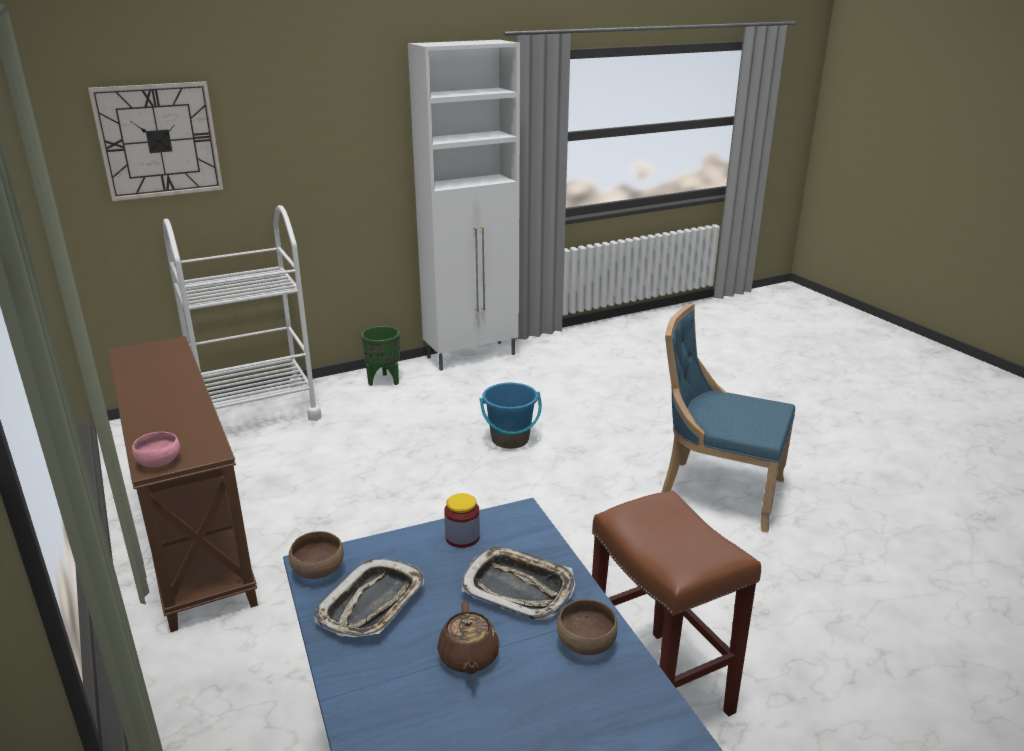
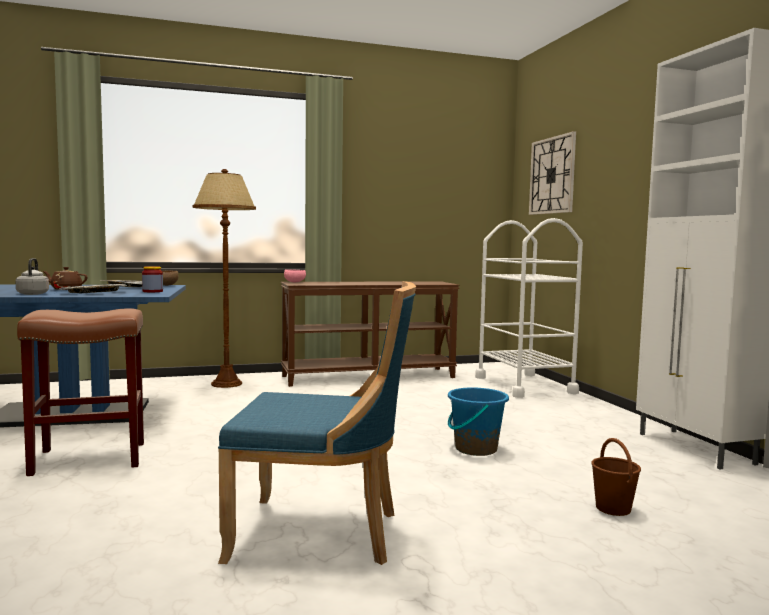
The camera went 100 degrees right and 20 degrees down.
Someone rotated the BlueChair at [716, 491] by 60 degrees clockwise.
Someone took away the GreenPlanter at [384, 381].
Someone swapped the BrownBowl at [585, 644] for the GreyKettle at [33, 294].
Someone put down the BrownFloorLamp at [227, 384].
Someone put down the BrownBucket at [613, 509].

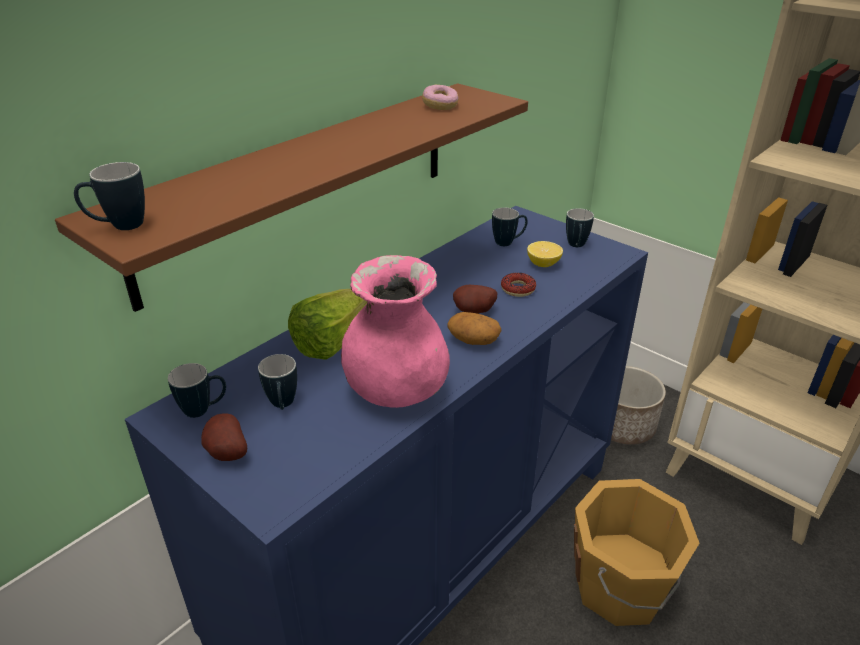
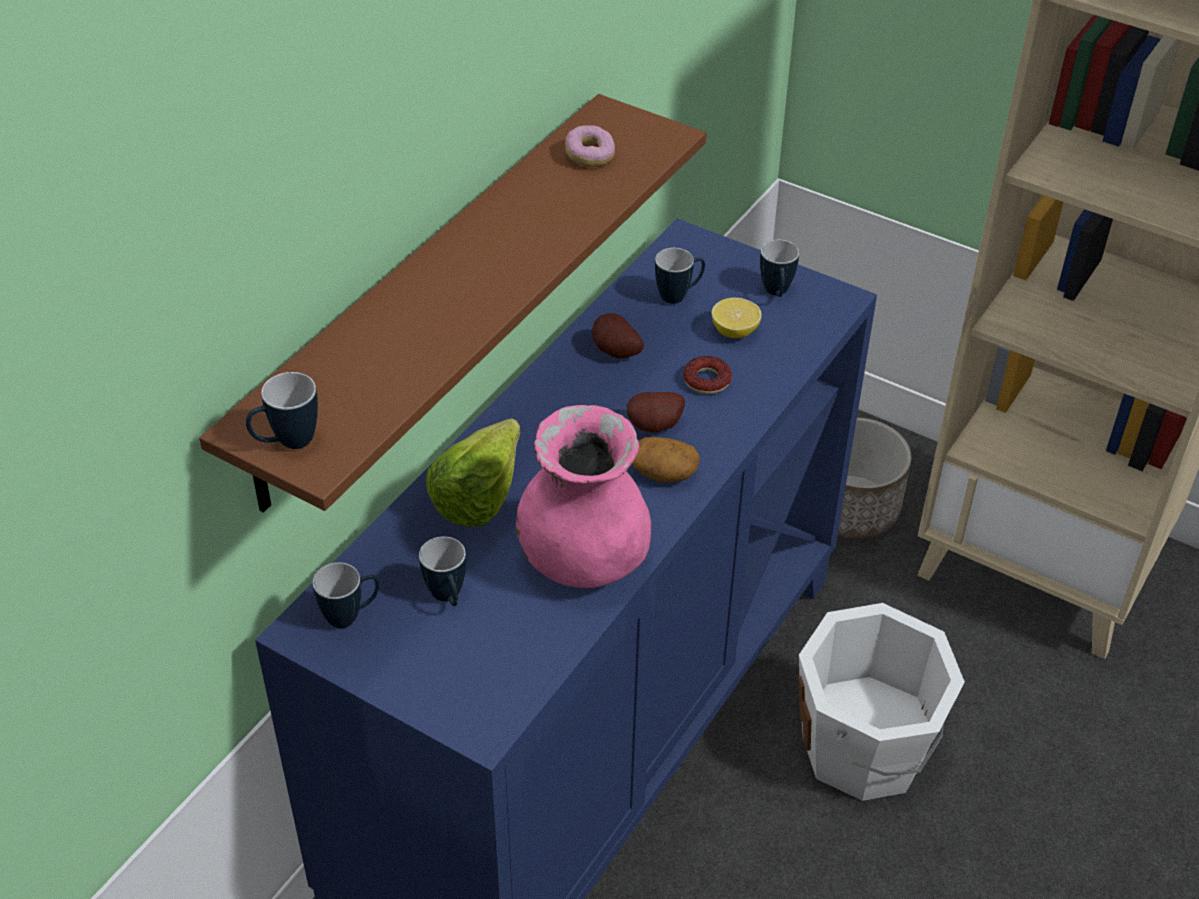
The camera went 10 degrees left and 10 degrees up.
Someone carried the Potato from [225, 453] to [614, 353].
Someone repainted the OrangeBucket at [621, 587], which became the WhiteBucket at [866, 750].

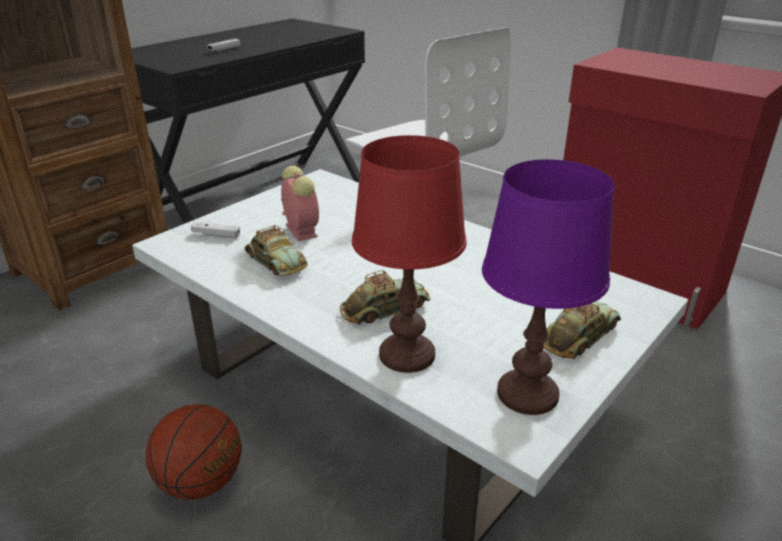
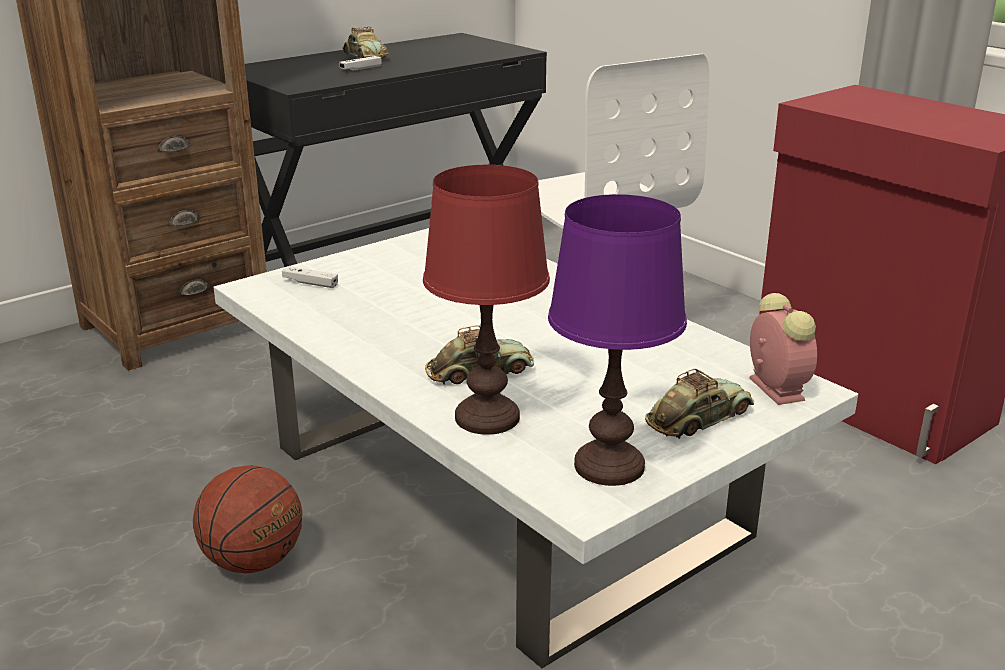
The camera went 10 degrees right and 5 degrees down.
Someone carried the AlarmClock from [300, 230] to [774, 388].
Someone carried the ToyCar from [275, 261] to [365, 56].

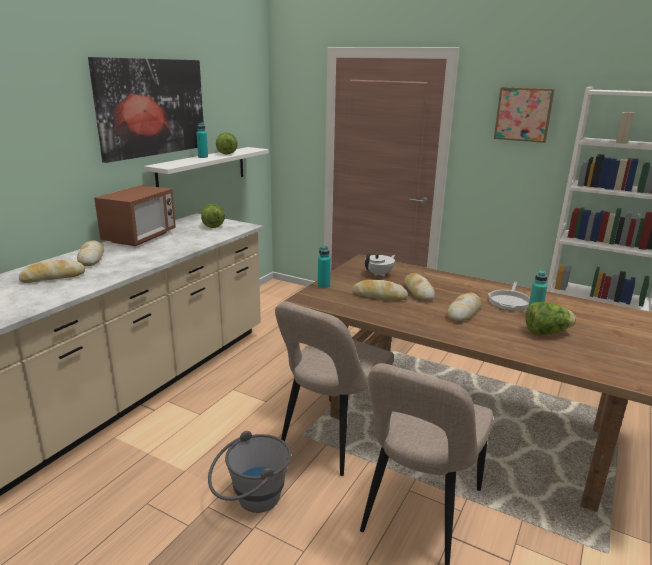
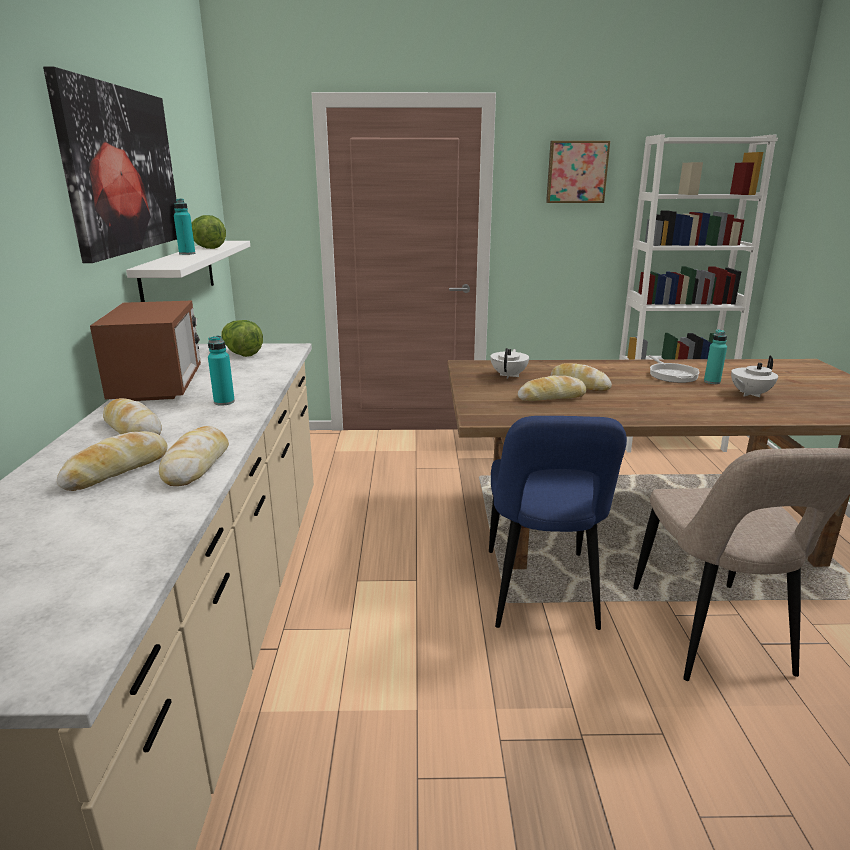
The camera went 30 degrees left and 0 degrees up.
Someone carried the TurquoiseBottle from [323, 286] to [224, 402].
Someone carried the Bread from [464, 312] to [197, 465].
Someone repainted the BeigeChair at [332, 438], which became the BlueChair at [541, 593].
Someone swapped the Lettuce at [546, 332] for the WhiteTeapot at [749, 394].
Someone took away the GreyBucket at [250, 500].

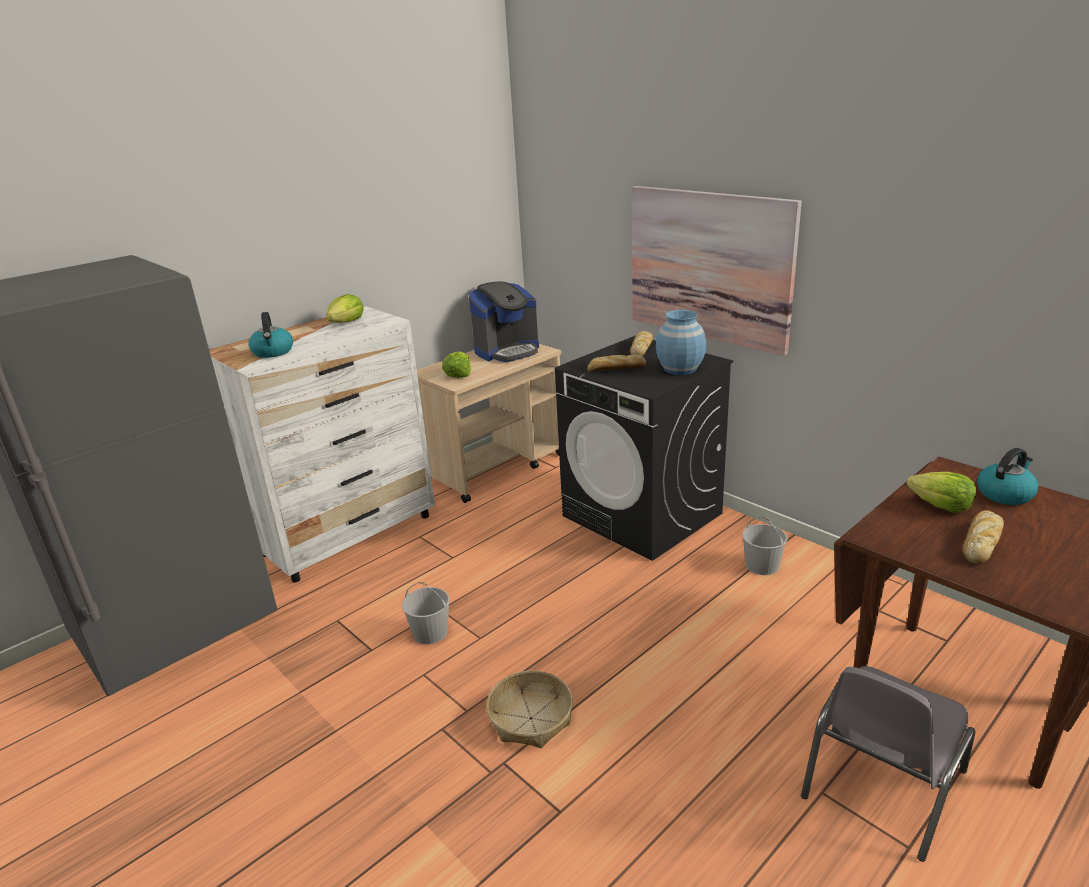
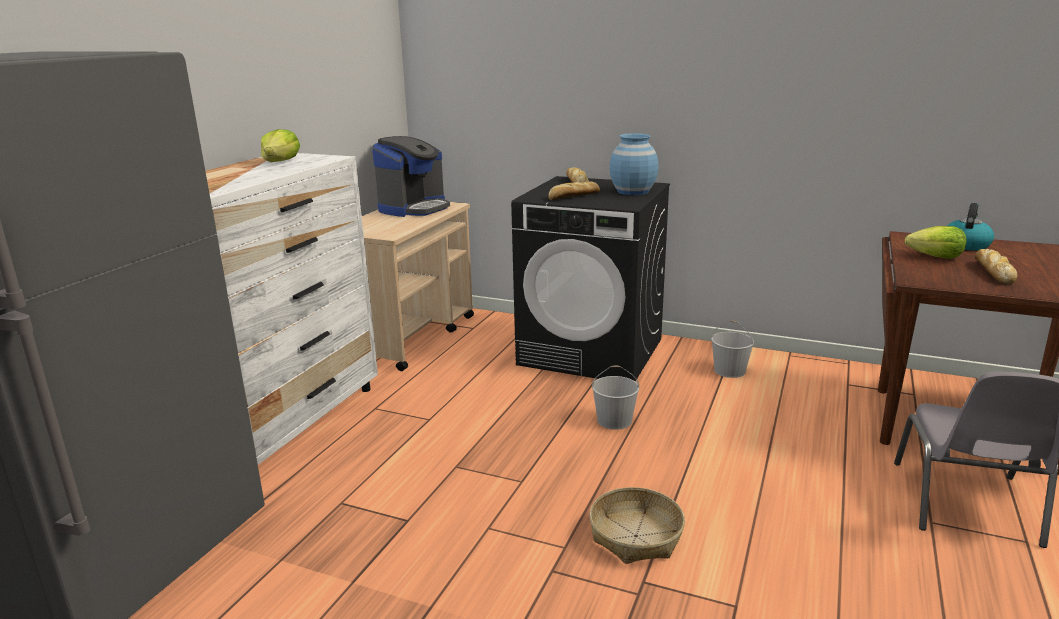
The camera went 25 degrees left and 5 degrees down.
Someone took away the Picture at [708, 266].
Someone took away the Kettle at [273, 352].
Someone took away the Lettuce at [458, 374].
Someone carried the WhiteBucket from [429, 632] to [614, 420].

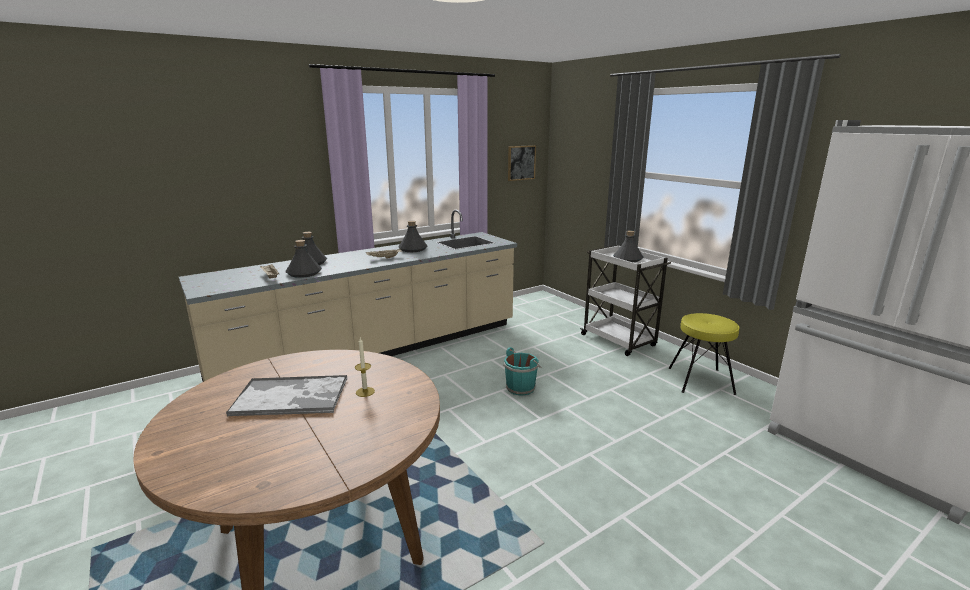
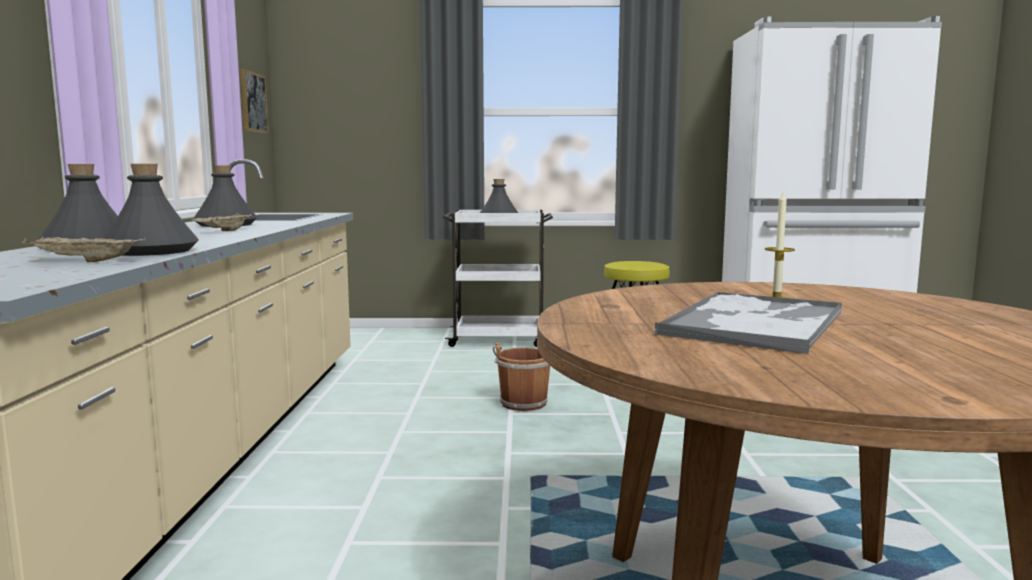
The camera went 55 degrees left and 10 degrees down.
Someone repainted the TurquoiseBucket at [521, 387], which became the BrownBucket at [522, 402].

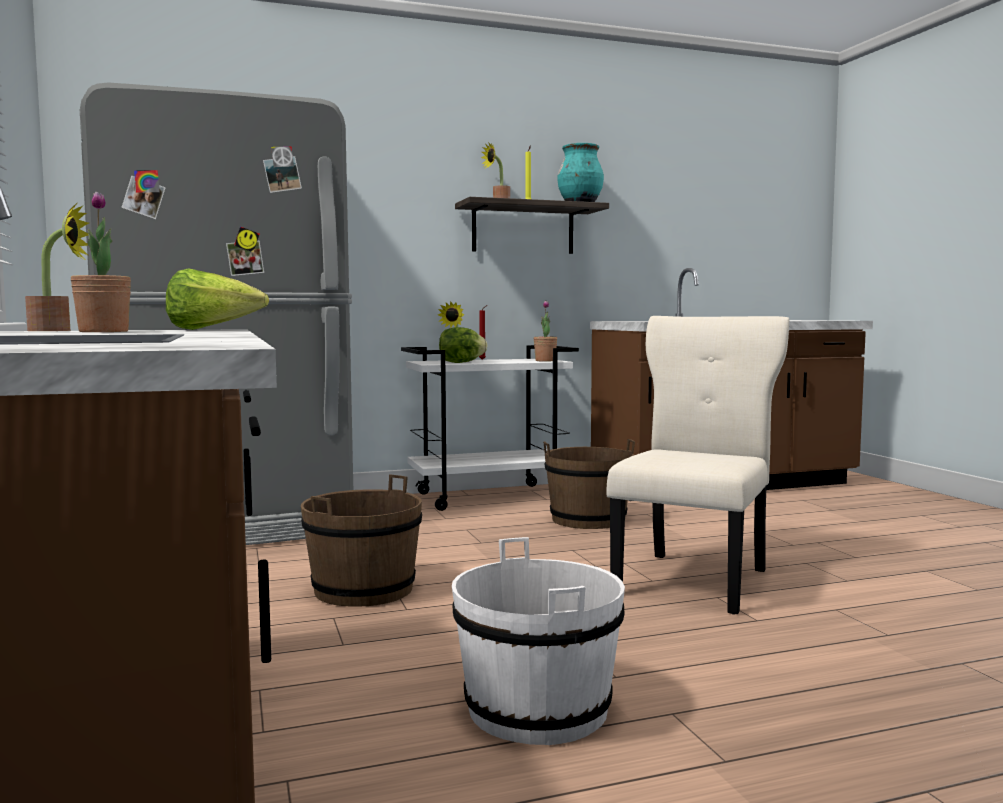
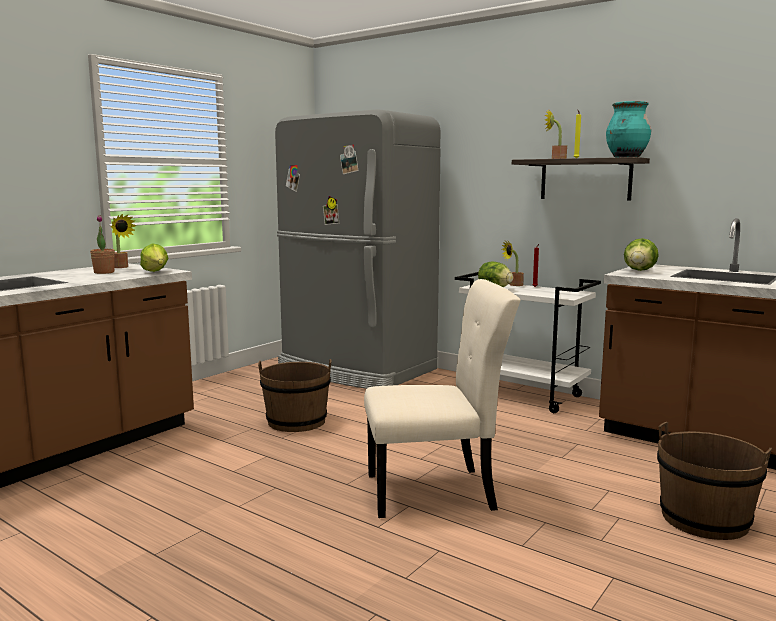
The camera went 55 degrees right and 5 degrees up.
Someone took away the PottedPlant at [545, 361].
Someone carried the BrownBucket from [588, 520] to [704, 519].
Someone took away the WhiteBucket at [537, 709].
Someone put down the Lettuce at [639, 270].

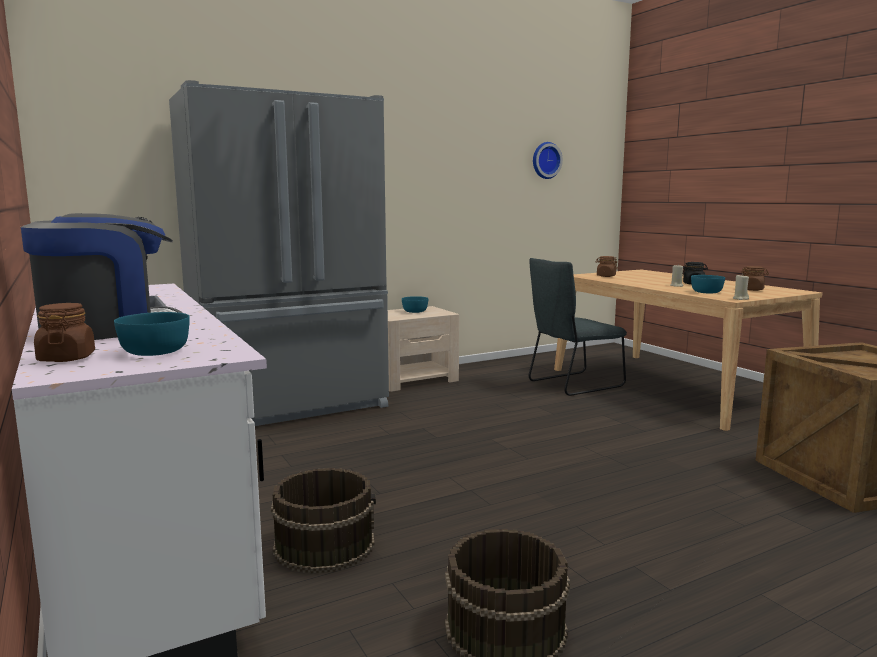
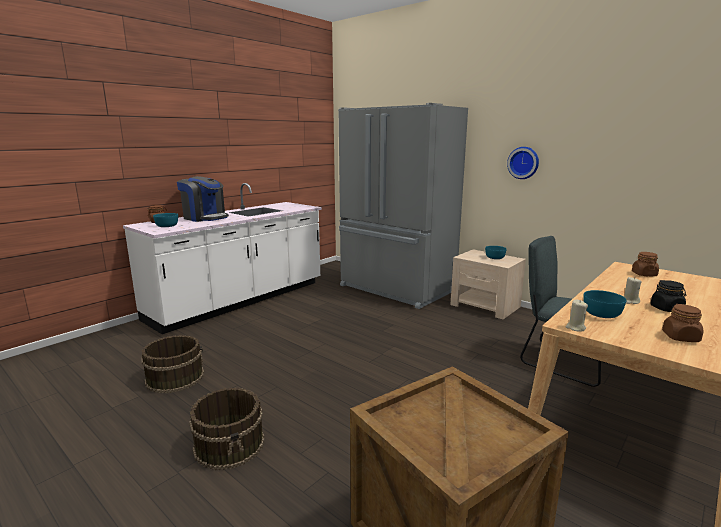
The camera went 70 degrees right and 5 degrees up.
Someone carried the WallClock from [545, 160] to [523, 162].
Someone carried the BrownBucket from [324, 545] to [230, 444].

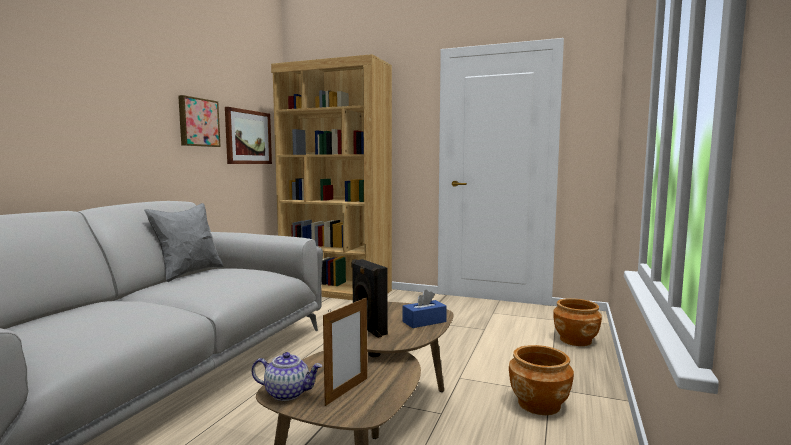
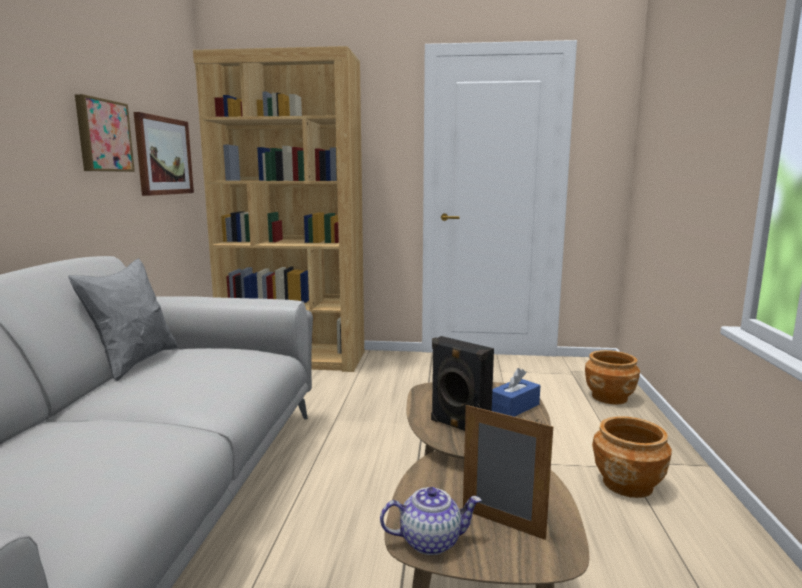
The camera went 15 degrees left and 5 degrees up.
Someone rotated the PictureFrame at [347, 391] by 75 degrees counterclockwise.

